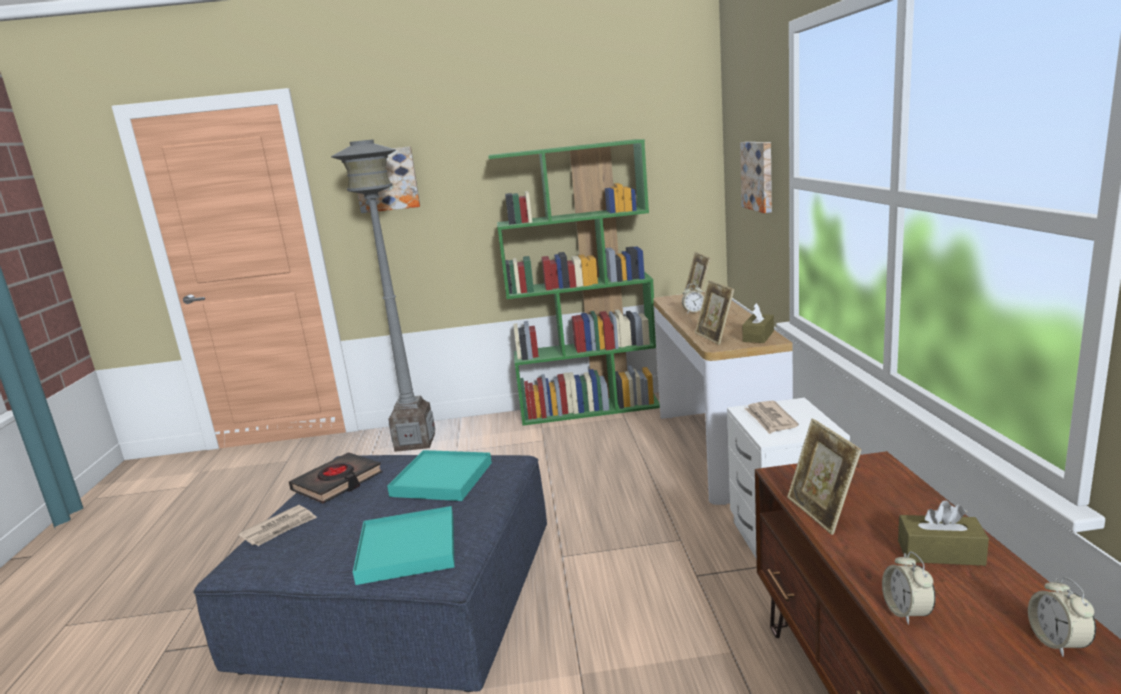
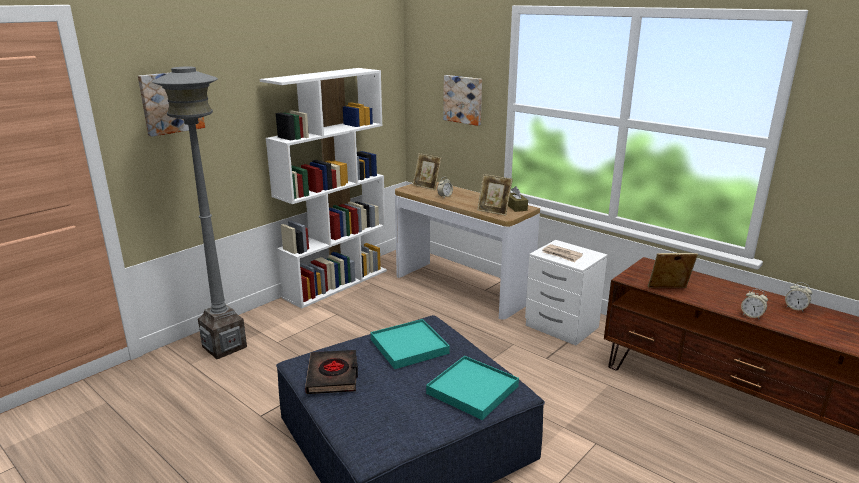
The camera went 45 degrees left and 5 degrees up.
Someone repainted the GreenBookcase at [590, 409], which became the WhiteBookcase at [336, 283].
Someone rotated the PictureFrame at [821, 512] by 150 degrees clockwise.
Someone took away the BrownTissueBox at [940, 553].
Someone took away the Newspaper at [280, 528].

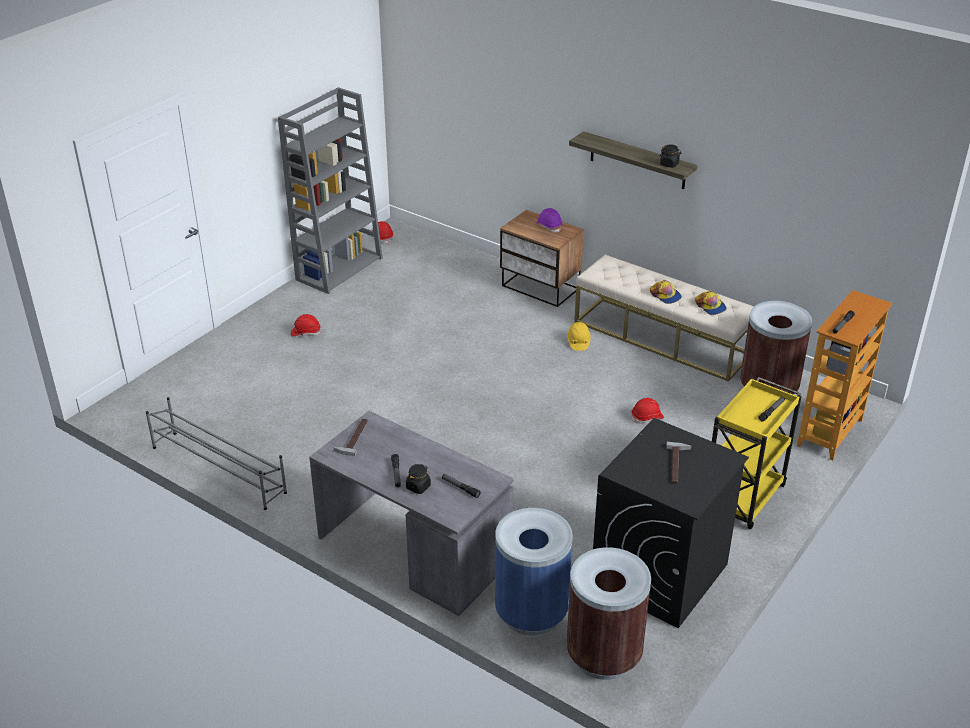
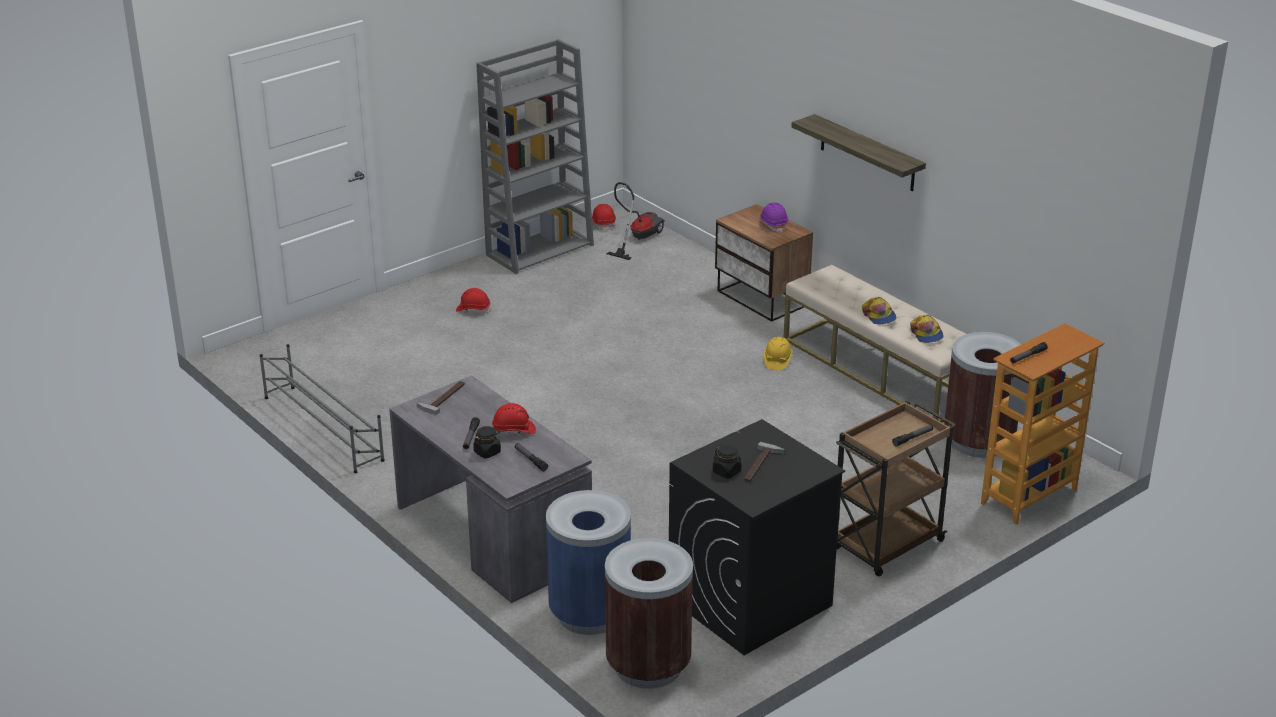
The camera went 15 degrees right and 5 degrees down.
Someone carried the BlackJar from [669, 164] to [727, 472].
Someone repainted the YellowCart at [743, 499], which became the BrownCart at [886, 546].
Someone carried the RedHardHat from [647, 417] to [514, 430].
Someone put down the VacuumCleaner at [637, 238].

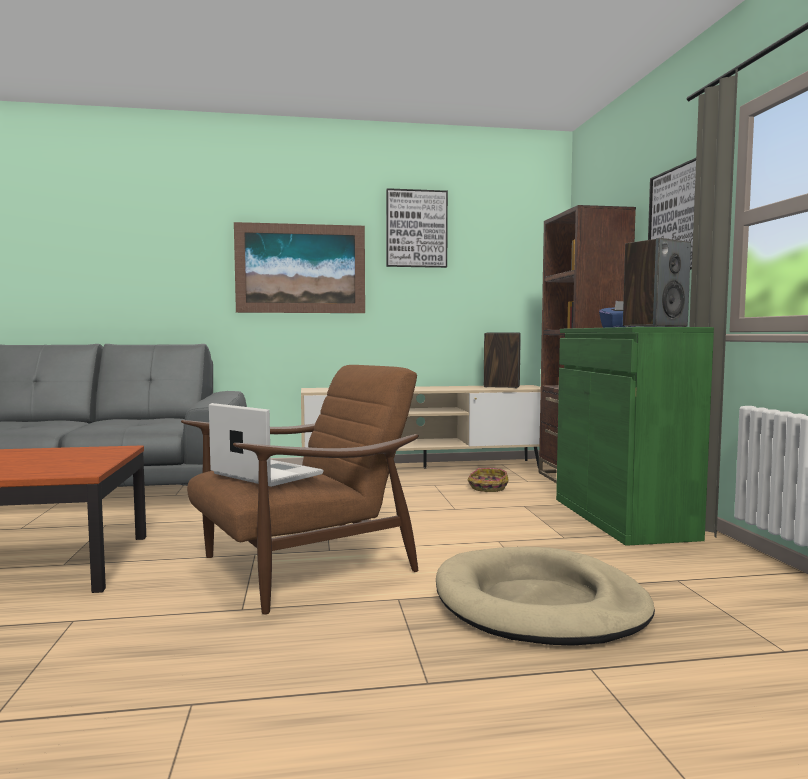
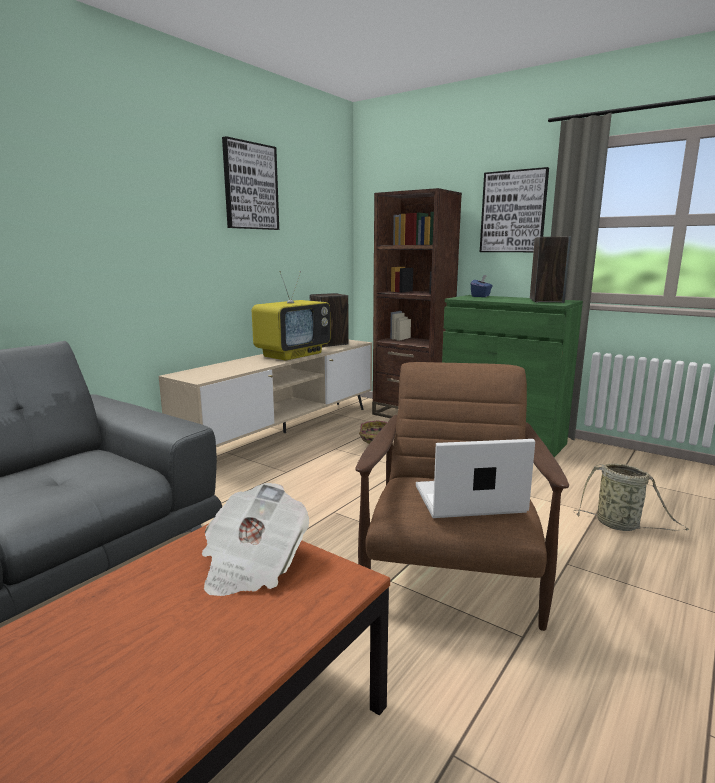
The camera went 45 degrees left and 10 degrees up.
Someone took away the Picture at [300, 268].
Someone swapped the BeigeDogBed at [539, 604] for the Basket at [620, 525].
Someone put down the Television at [293, 354].
Someone put down the Newspaper at [252, 565].

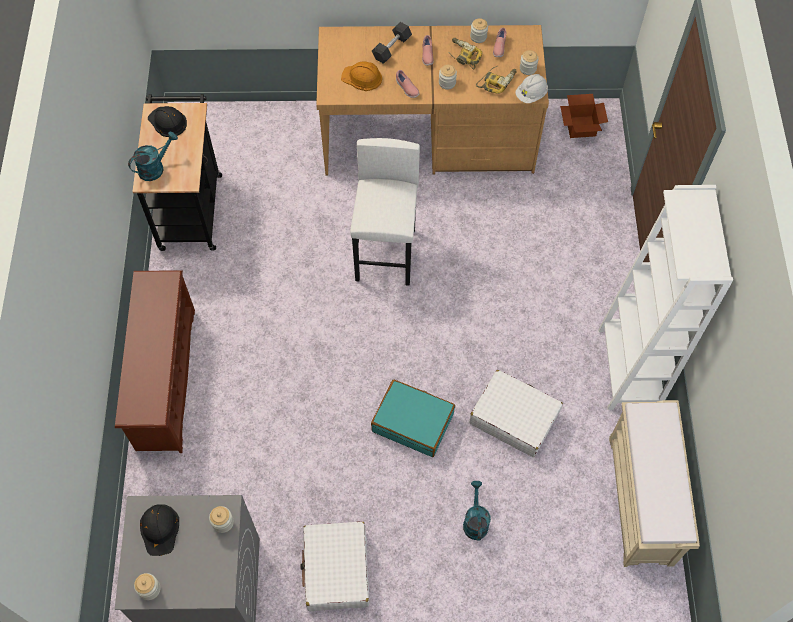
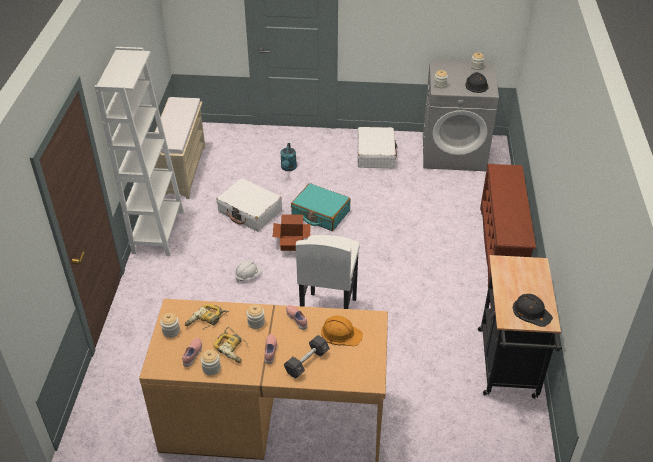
The camera went 175 degrees left and 20 degrees down.
Someone carried the WhiteHardHat from [531, 95] to [248, 276].
Someone carried the CardboardBox from [581, 126] to [291, 243].
Someone took away the TurquoiseWateringCan at [155, 167].

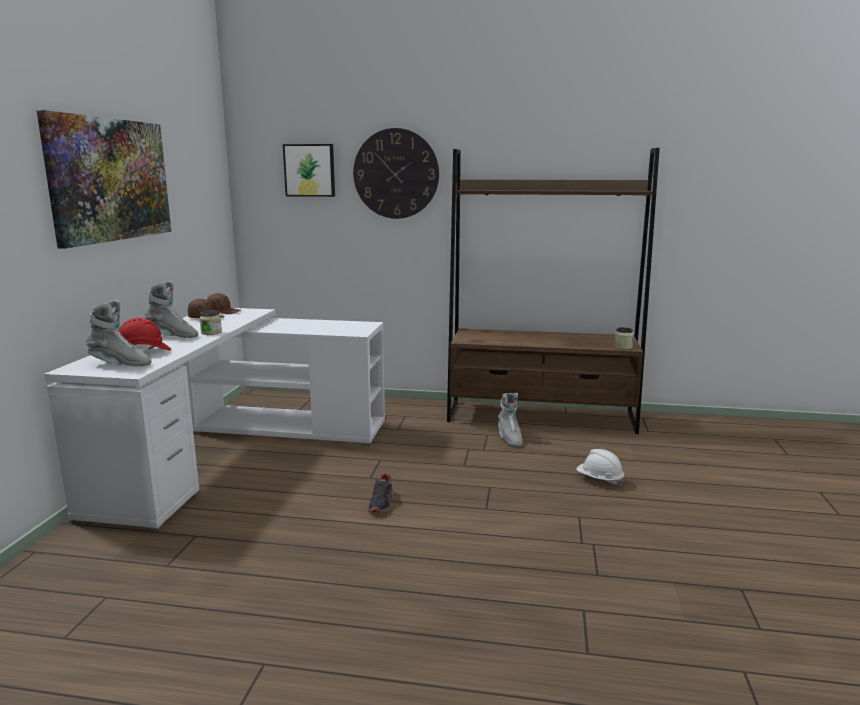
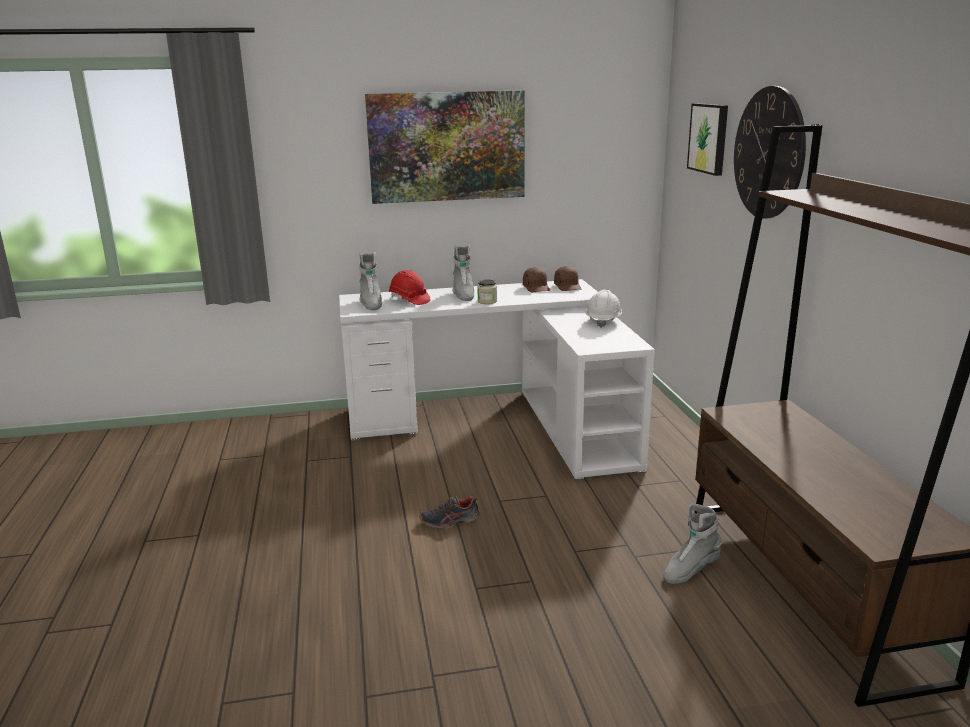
The camera went 70 degrees right and 5 degrees up.
Someone took away the Jar at [623, 347].
Someone carried the WhiteHardHat from [599, 480] to [603, 321].

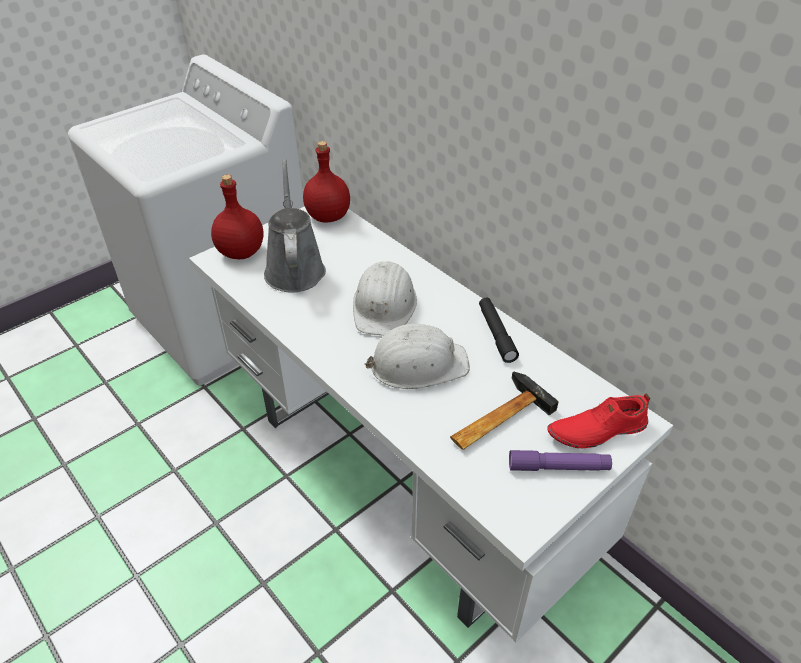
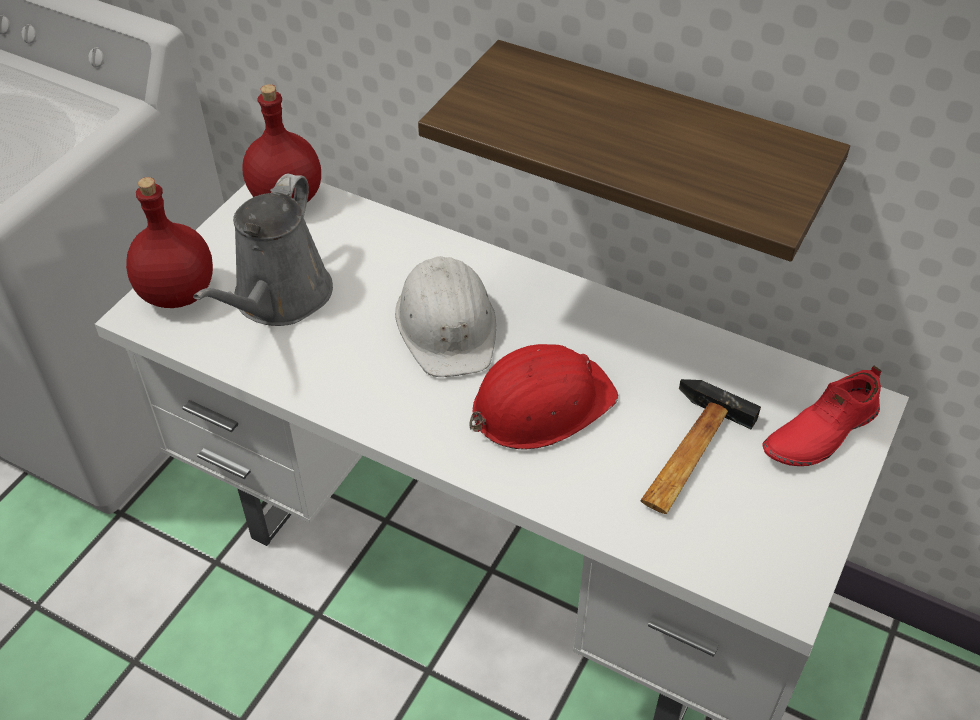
The camera went 20 degrees left and 5 degrees up.
Someone rotated the GreyWateringCan at [294, 268] by 135 degrees counterclockwise.
Someone took away the BlackFlashlight at [496, 334].
Someone repainted the WhiteHardHat at [418, 364], which became the RedHardHat at [540, 404].
Someone took away the PurpleFlashlight at [558, 467].
Someone put up the Shelf at [657, 142].

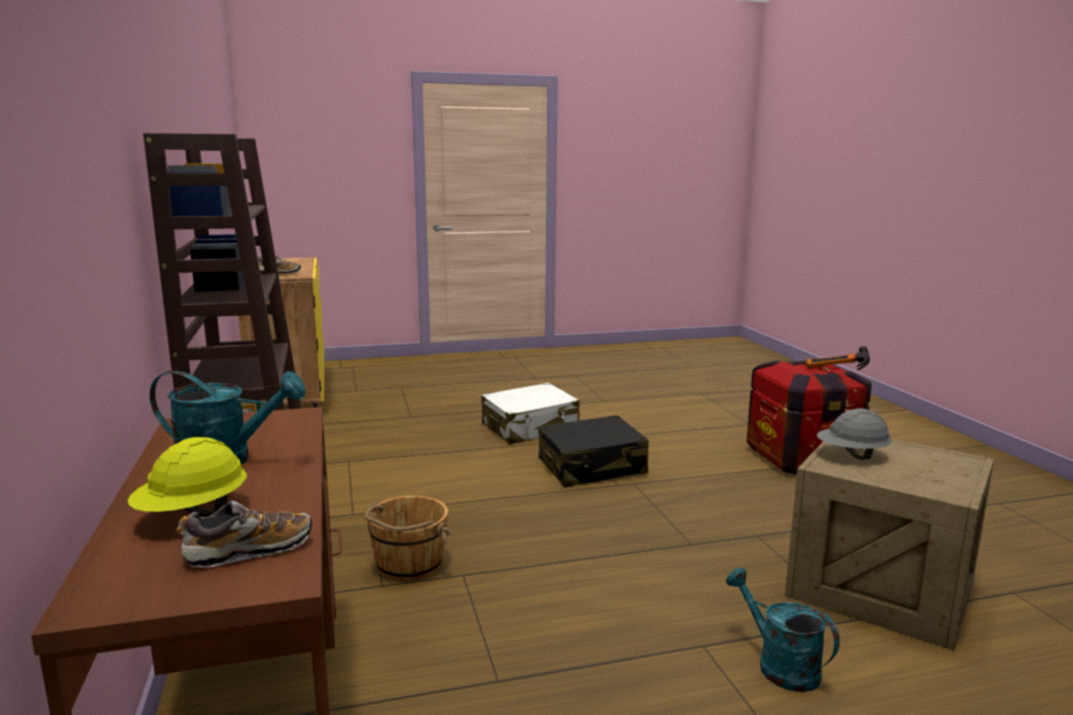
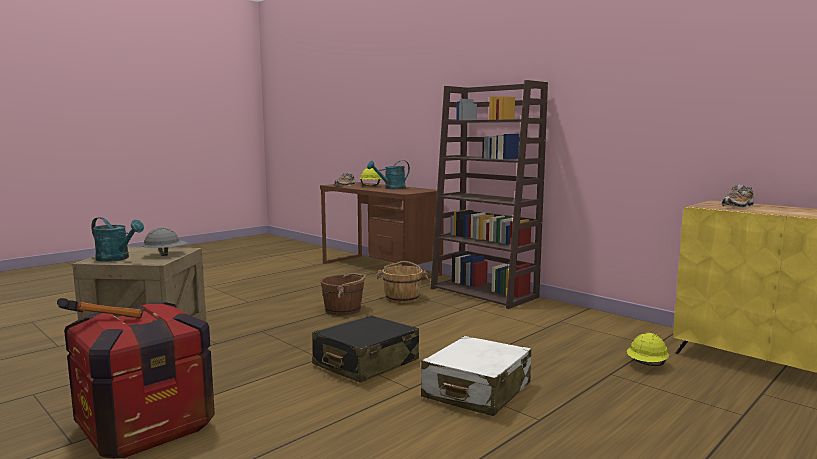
The camera went 150 degrees right and 5 degrees down.
Someone carried the TurquoiseWateringCan from [779, 665] to [117, 259].
Someone put down the BrownBucket at [344, 310].
Someone put down the YellowHardHat at [647, 365].

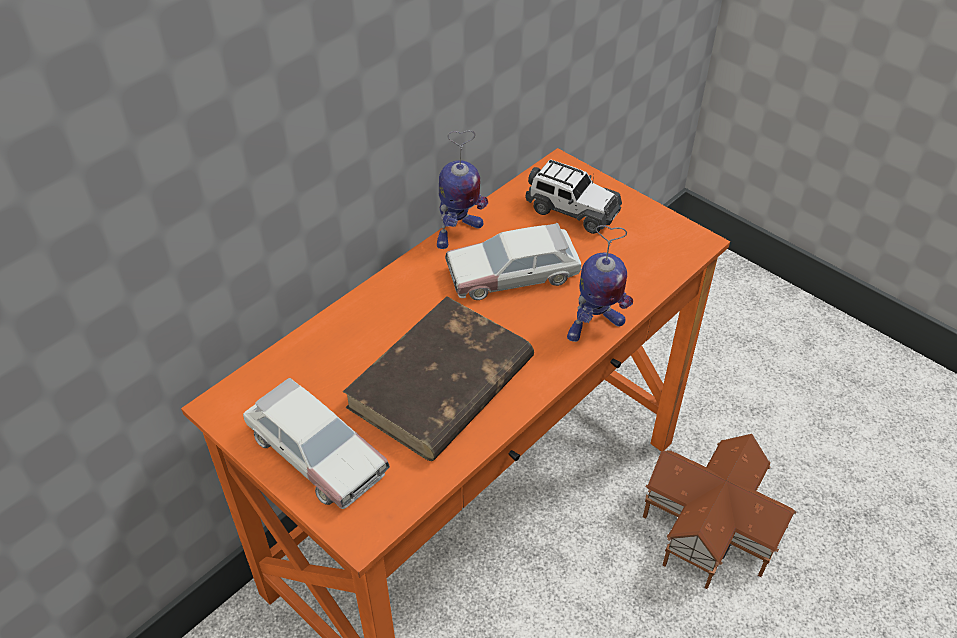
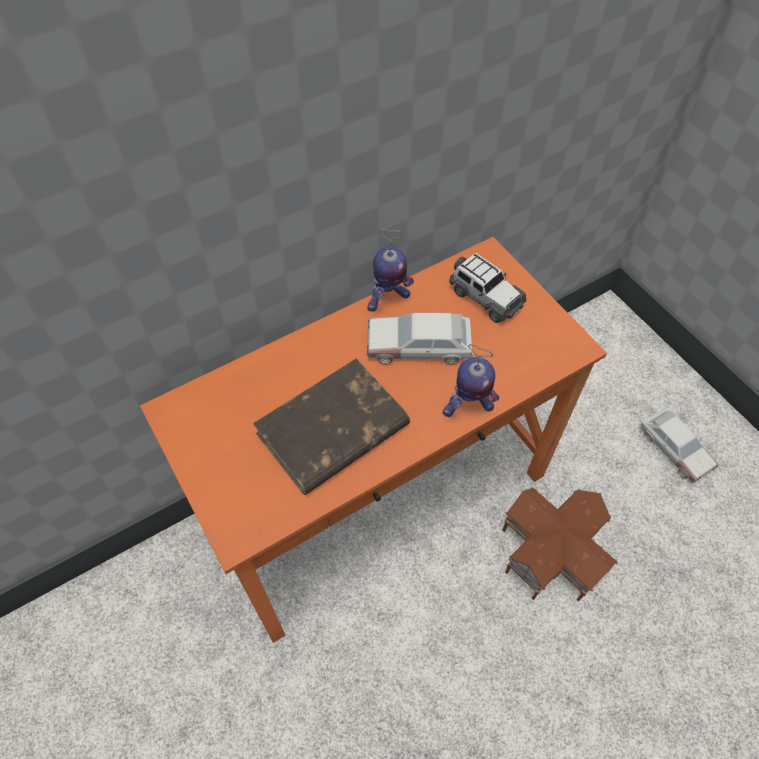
The camera went 15 degrees right and 10 degrees up.
Someone carried the ToyCar from [316, 452] to [674, 448].

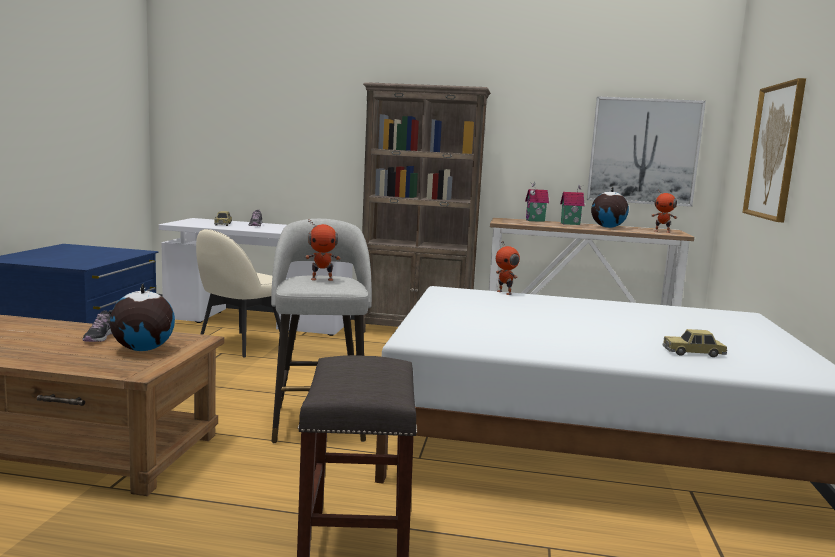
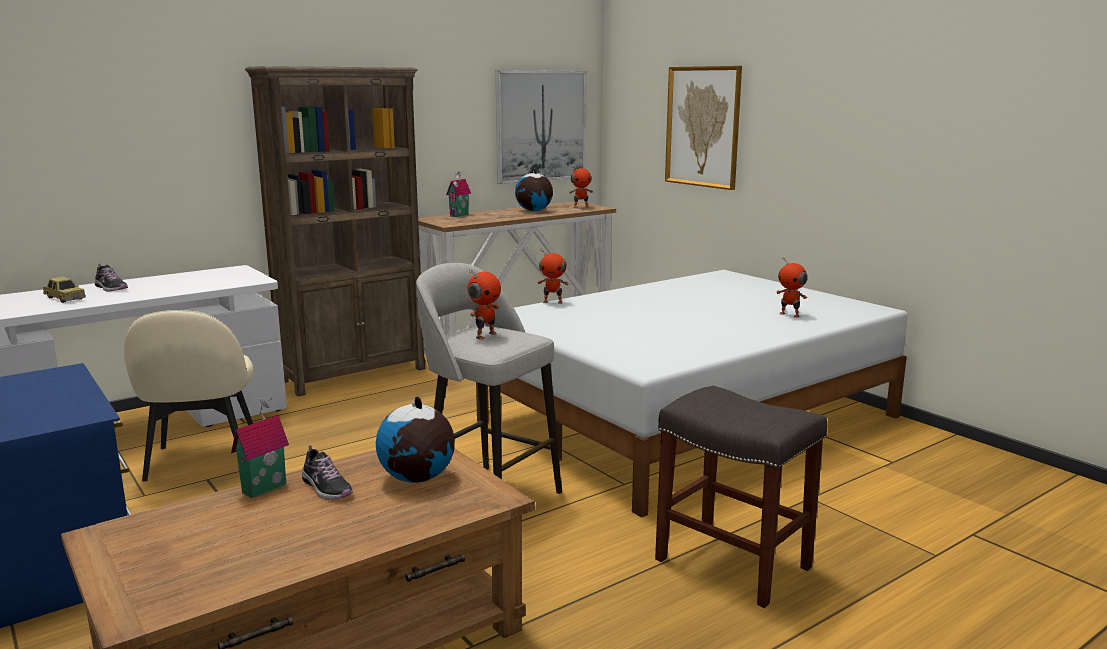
The camera went 45 degrees left and 5 degrees up.
Someone carried the ToyHouse from [570, 224] to [263, 487].
Someone swapped the ToyCar at [693, 353] for the ToyRobot at [790, 315].

